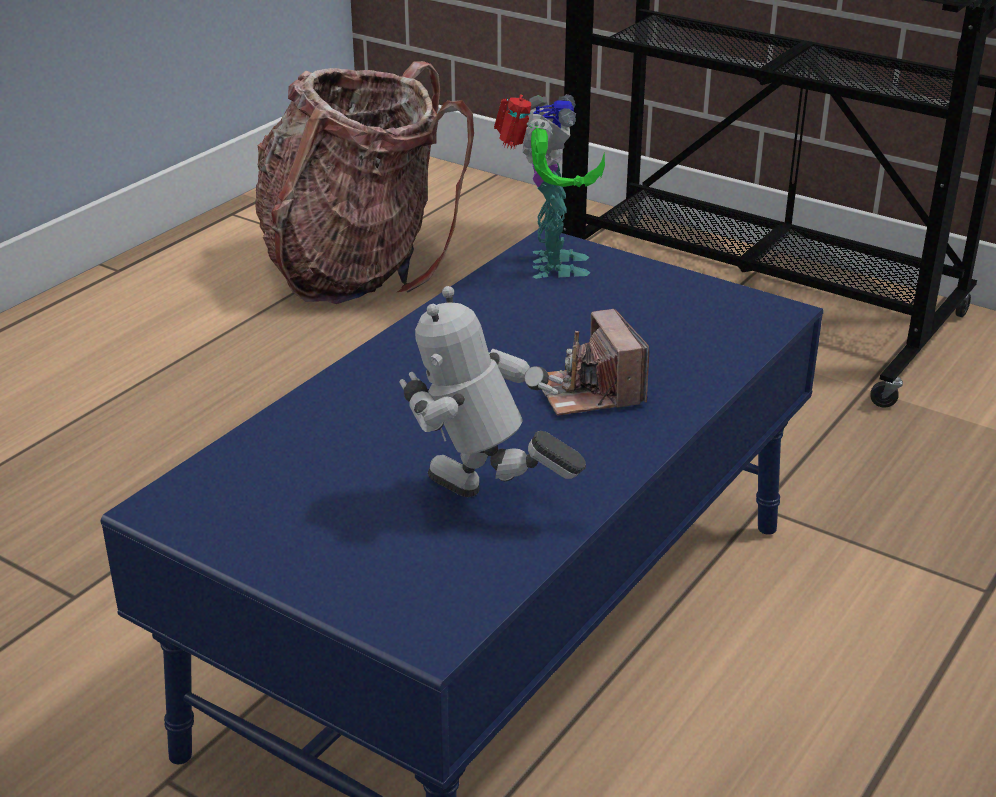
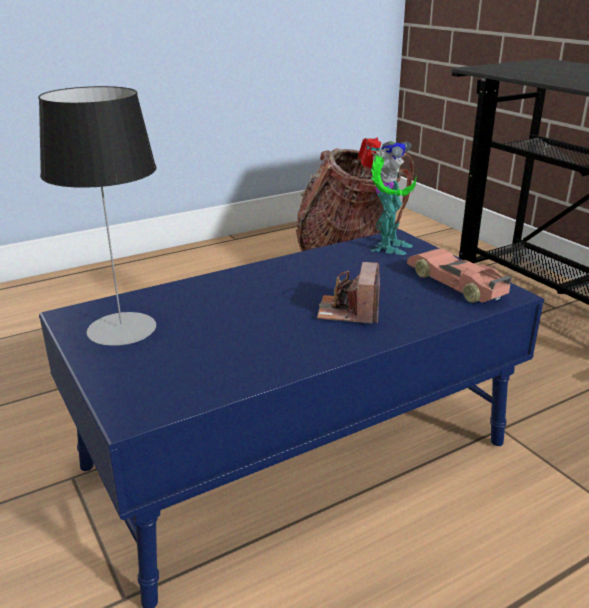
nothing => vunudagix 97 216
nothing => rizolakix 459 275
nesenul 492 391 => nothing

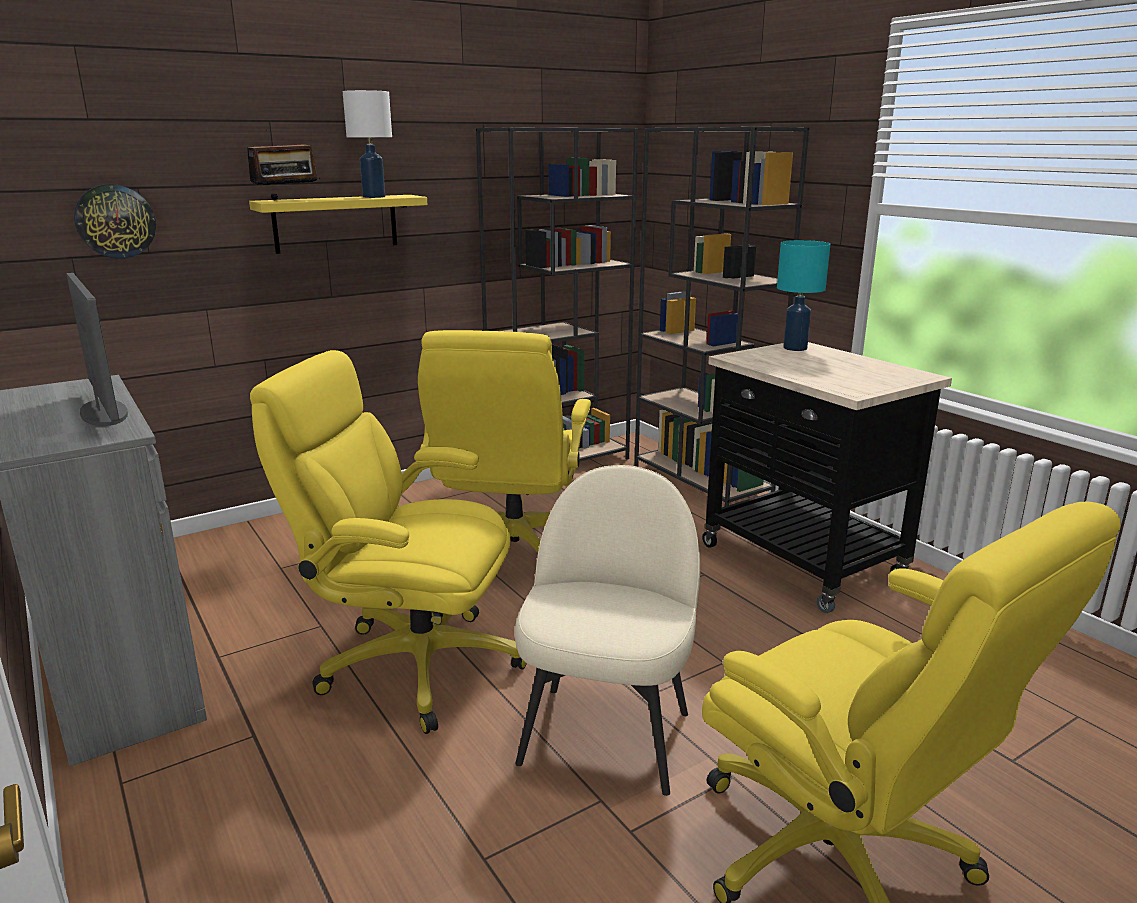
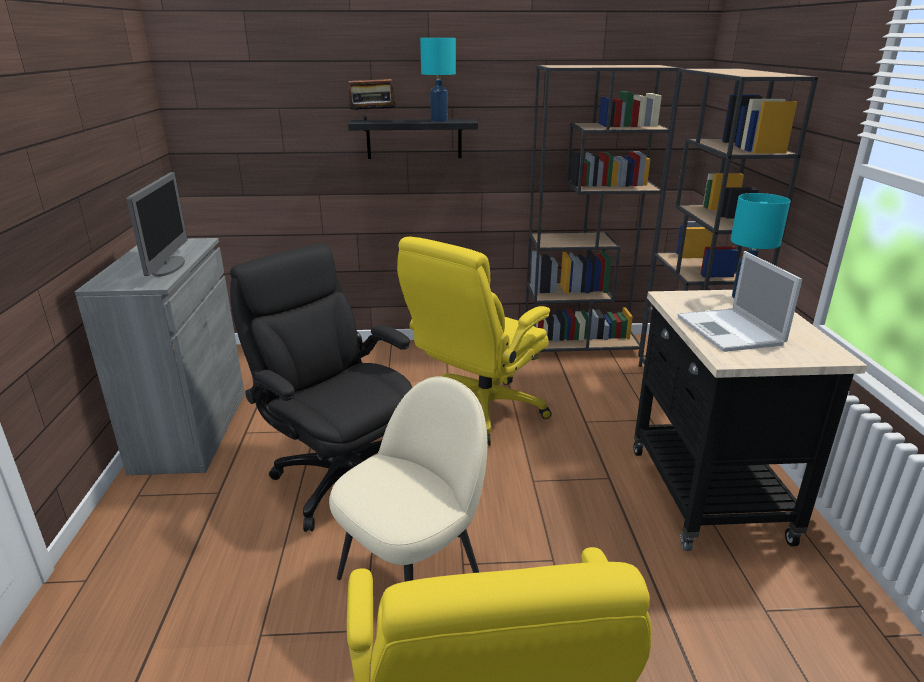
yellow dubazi 388 542 => black dubazi 321 387
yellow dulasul 338 224 => black dulasul 413 139
white vunudagix 367 144 => turquoise vunudagix 438 80
nothing => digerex 740 301
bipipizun 115 221 => nothing

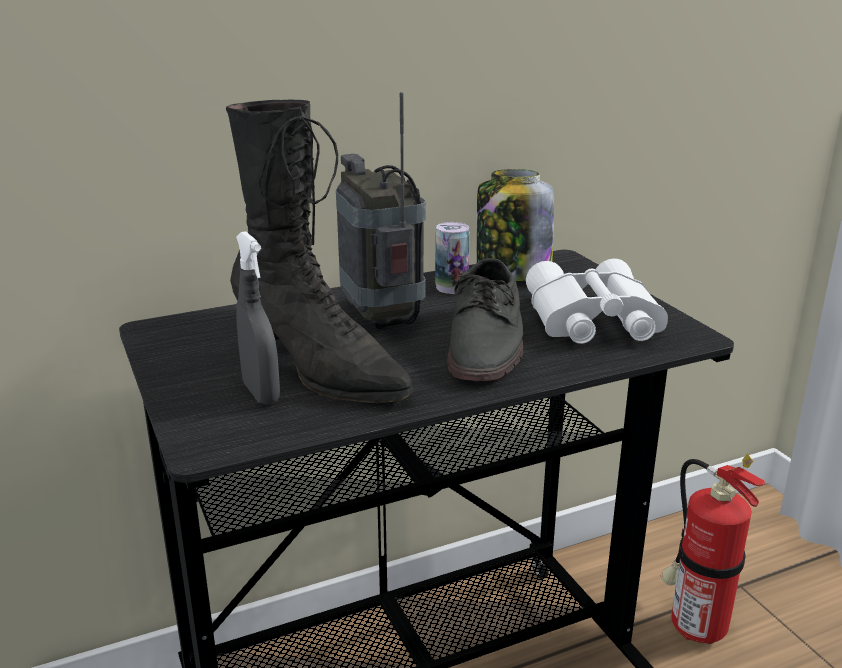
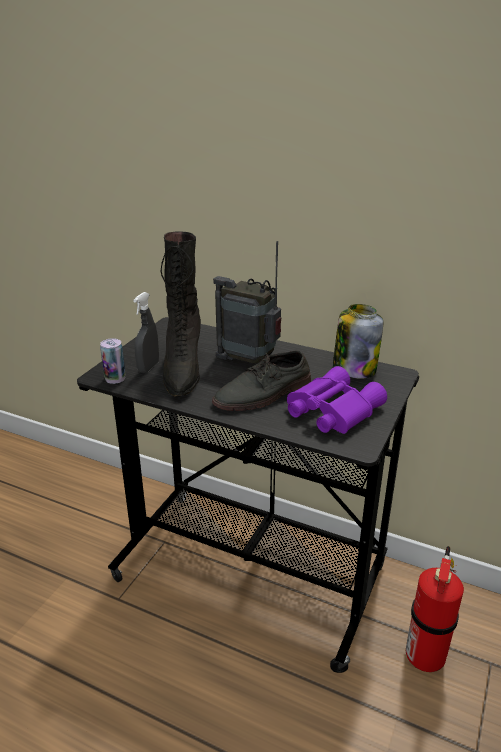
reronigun 452 258 => reronigun 112 361, moved
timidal 381 210 => timidal 247 303, 90 degrees counterclockwise
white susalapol 597 301 => purple susalapol 337 400

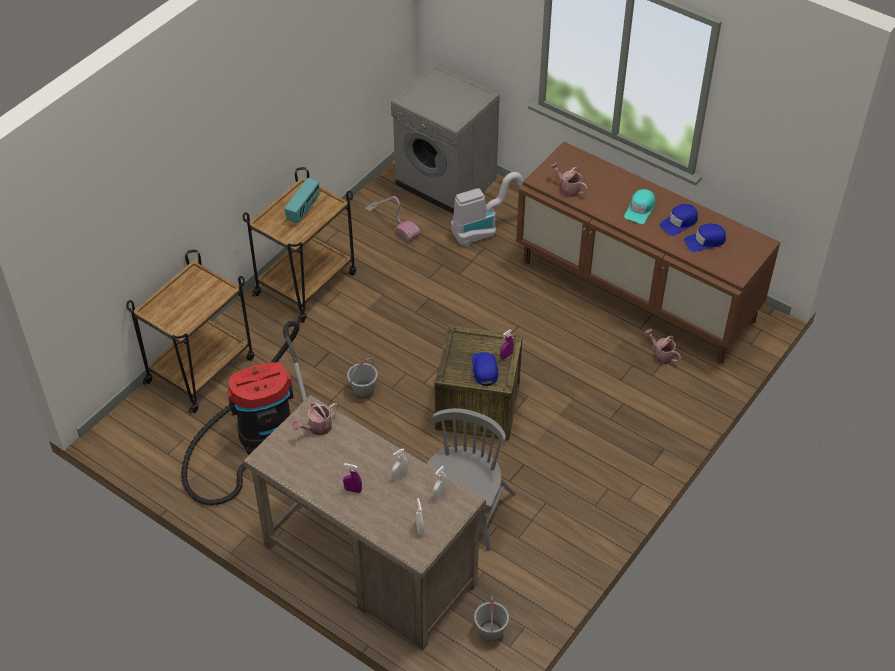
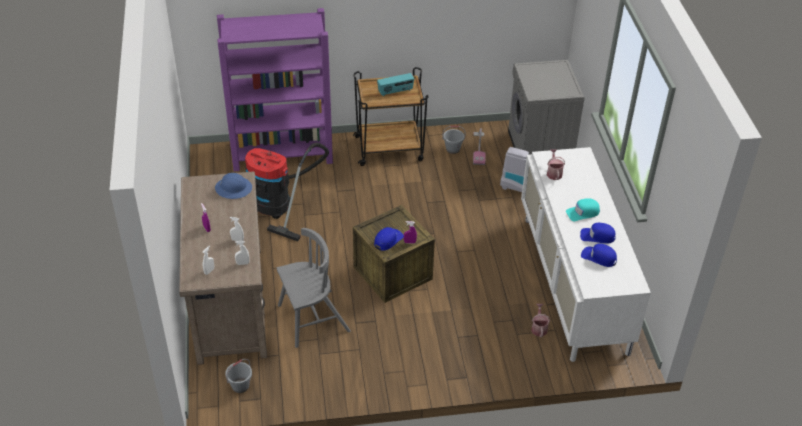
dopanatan 315 419 => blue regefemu 233 186
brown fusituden 190 332 => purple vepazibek 275 89
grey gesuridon 362 378 => grey gesuridon 454 140, moved
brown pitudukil 648 253 => white pitudukil 586 254

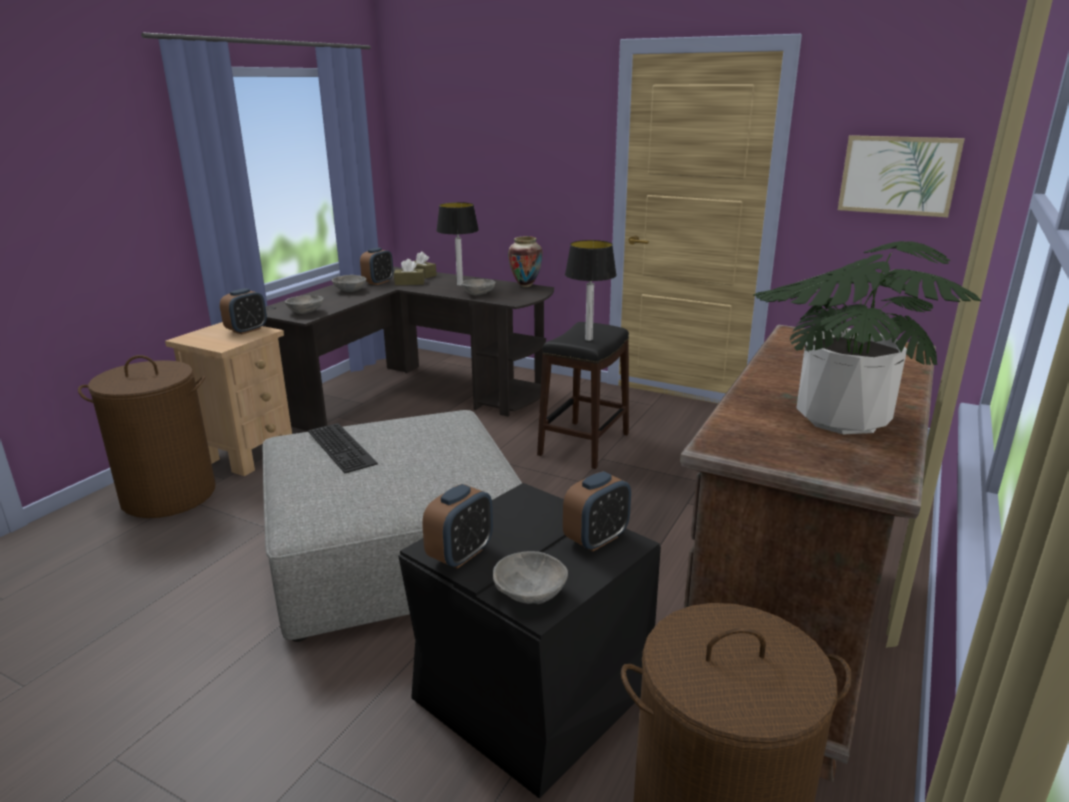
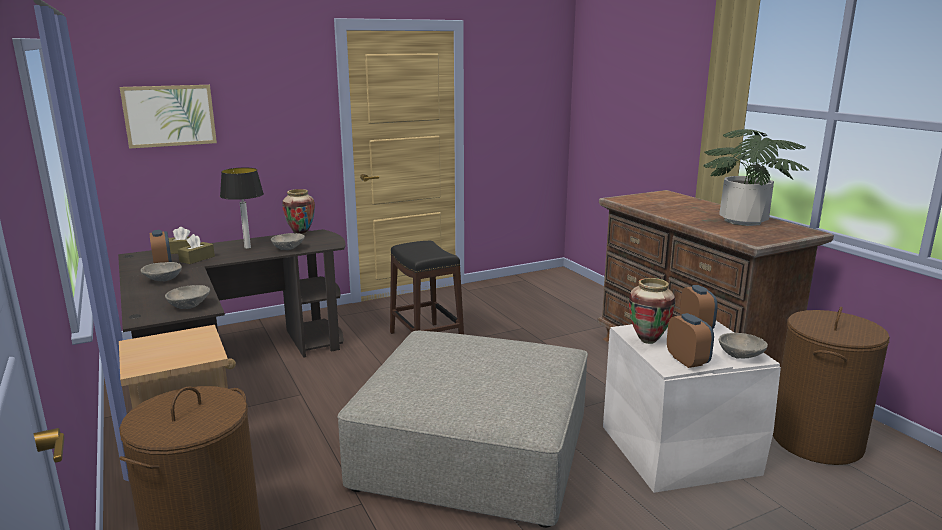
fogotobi 901 176 => fogotobi 168 117, moved
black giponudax 529 640 => white giponudax 692 407
nothing => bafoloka 652 311
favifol 243 311 => nothing
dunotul 343 448 => nothing
vunudagix 591 290 => nothing

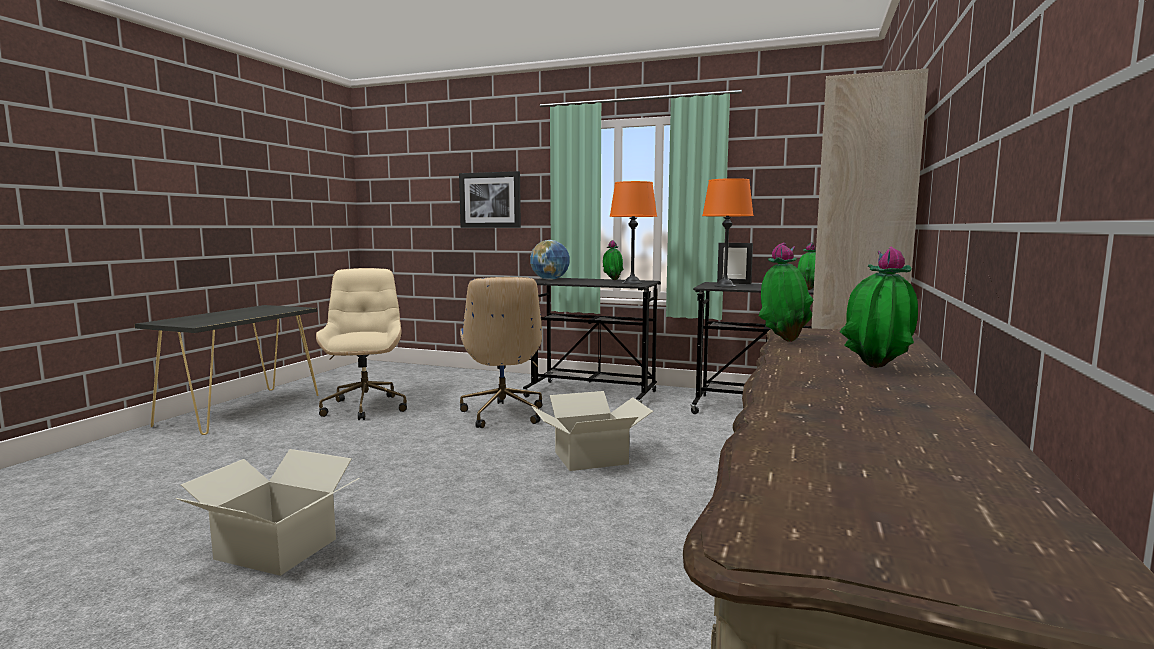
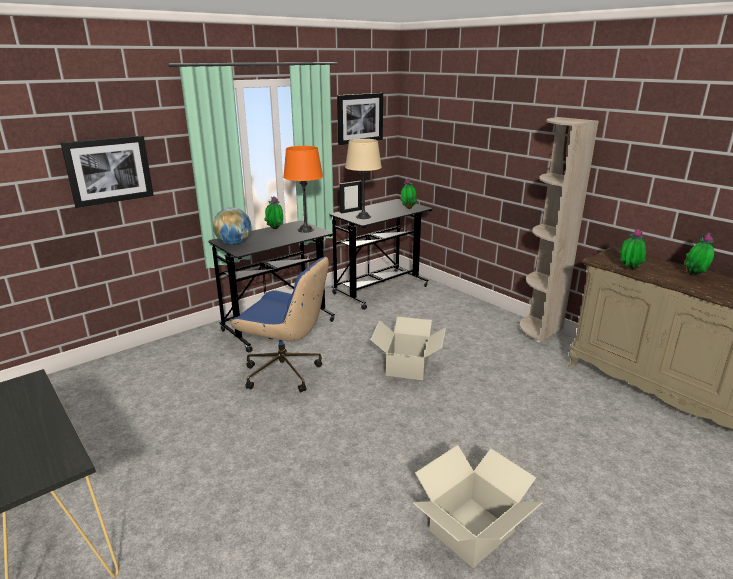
nothing => fogotobi 360 119
orange vunudagix 728 232 => beige vunudagix 363 179
beige dubazi 361 344 => nothing

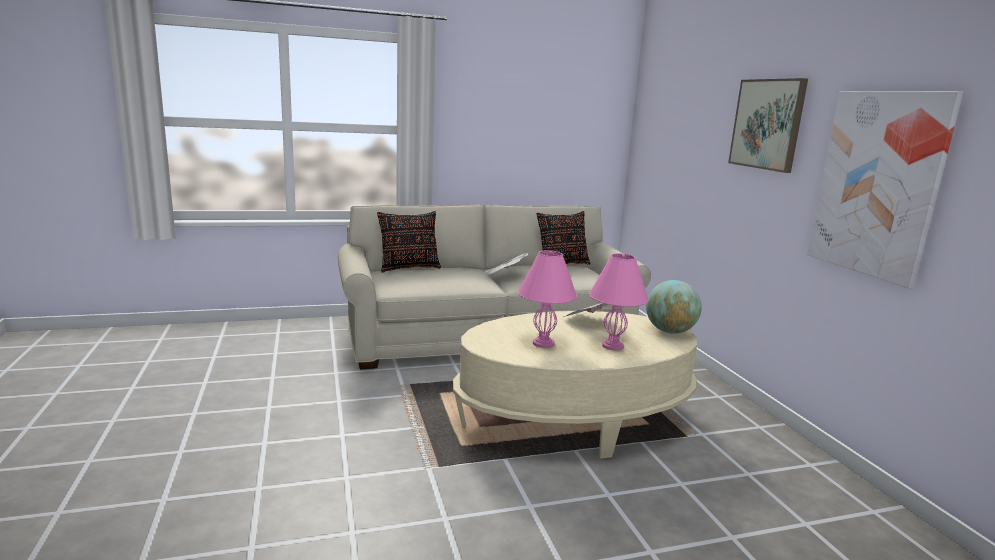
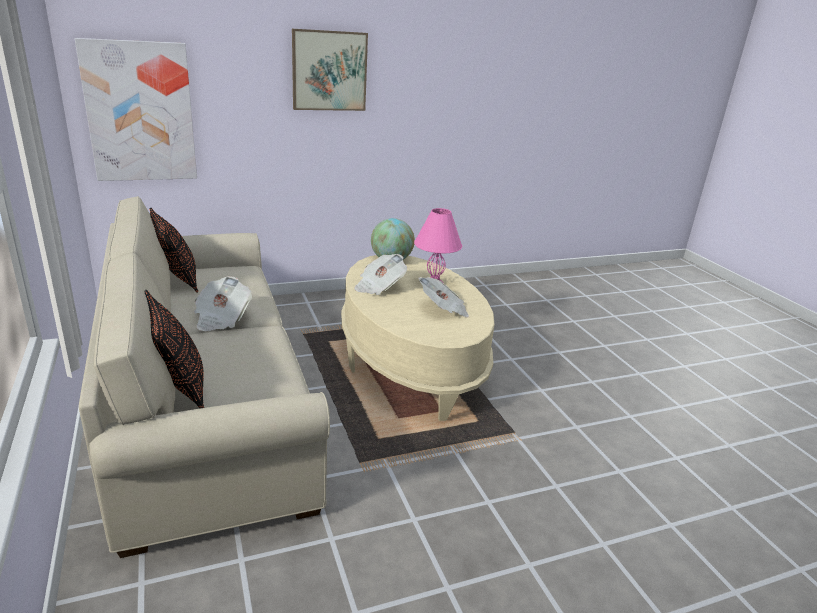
fogotobi 885 189 => fogotobi 136 109, moved
pink vunudagix 547 299 => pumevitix 444 297

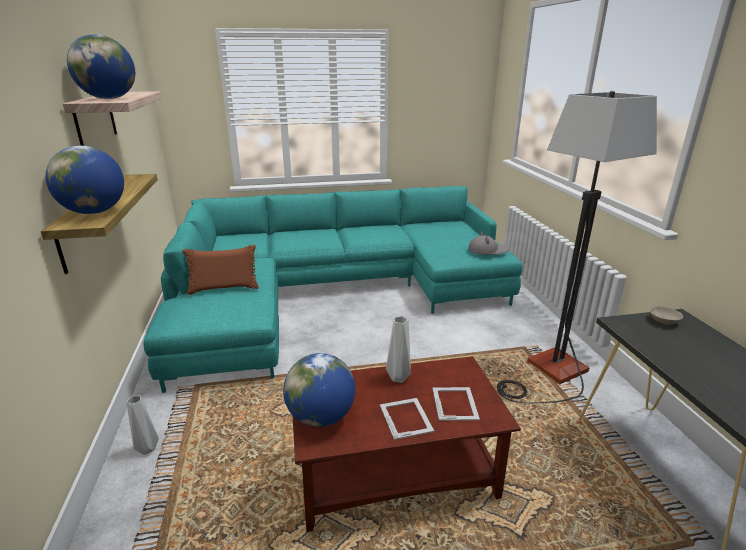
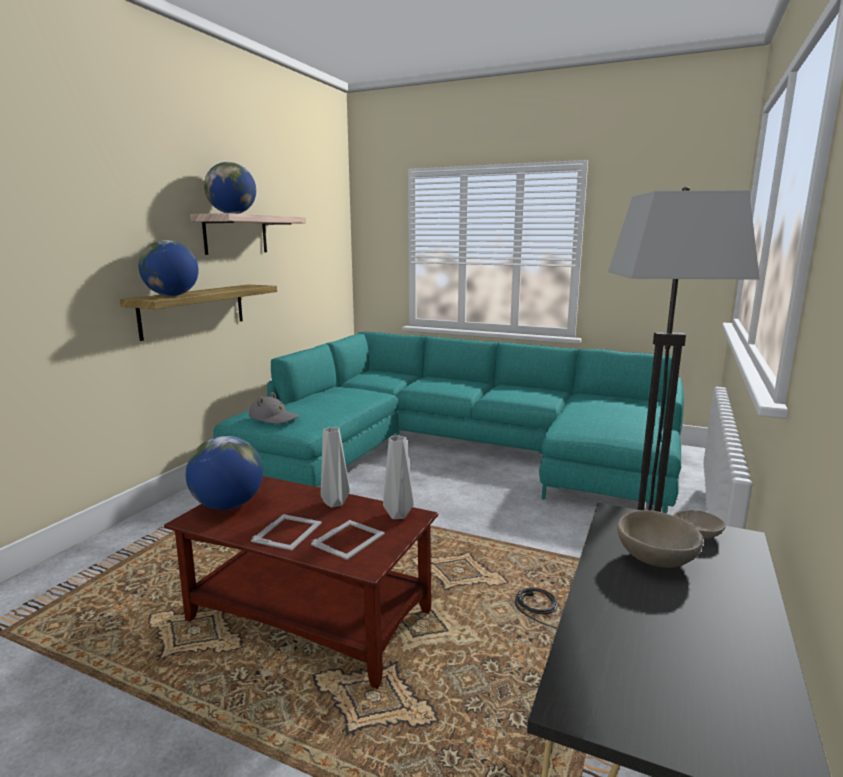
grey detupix 488 243 => grey detupix 274 408, moved
grey bafoloka 142 425 => grey bafoloka 398 477, moved
nothing => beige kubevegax 660 539
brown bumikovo 221 270 => nothing

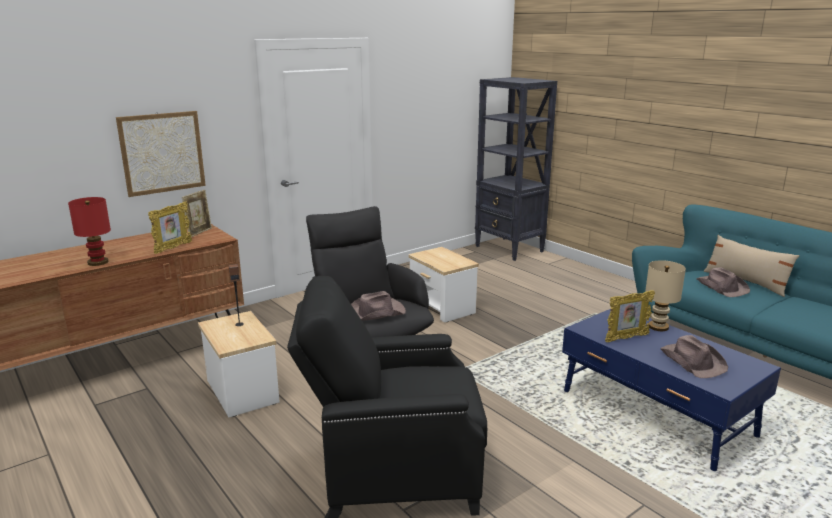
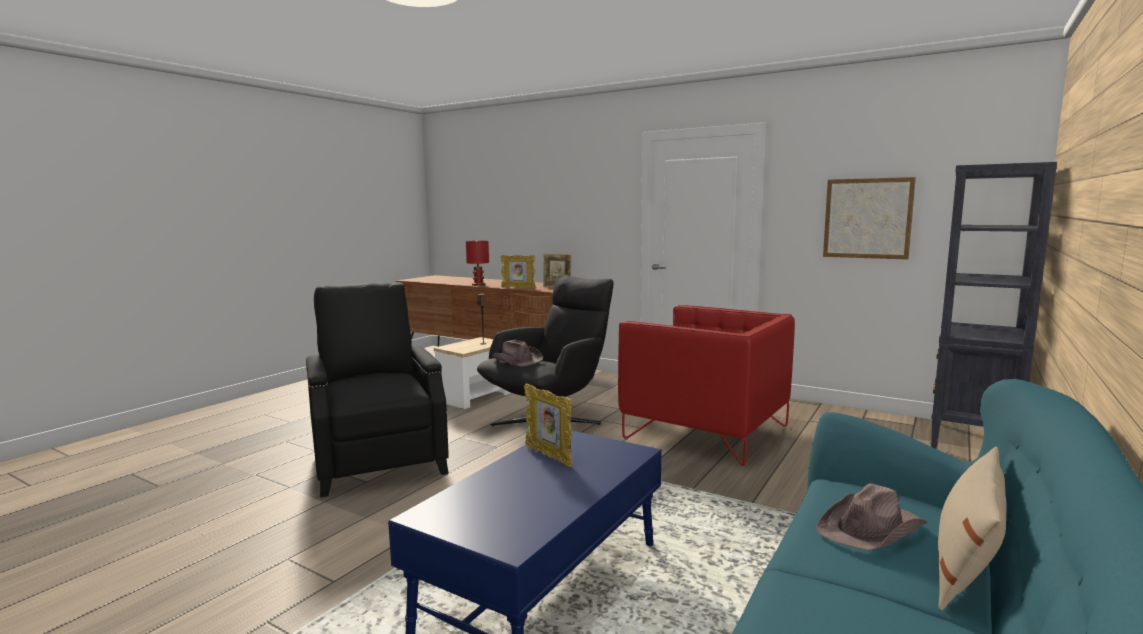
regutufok 443 285 => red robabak 706 386
fogotobi 161 154 => fogotobi 869 218, moved
beige vunudagix 665 295 => nothing
brown detupix 694 356 => nothing

